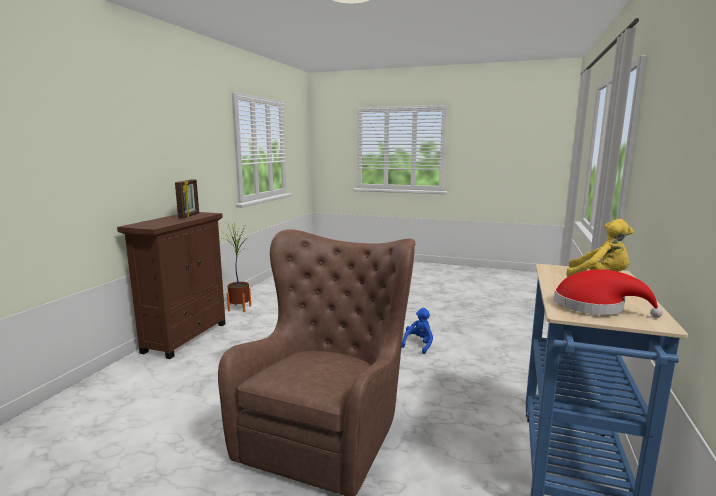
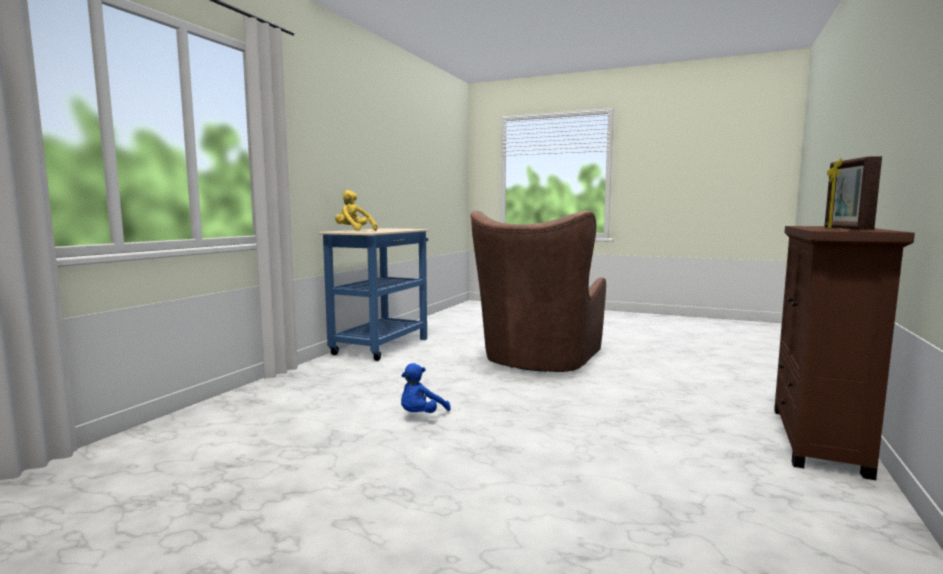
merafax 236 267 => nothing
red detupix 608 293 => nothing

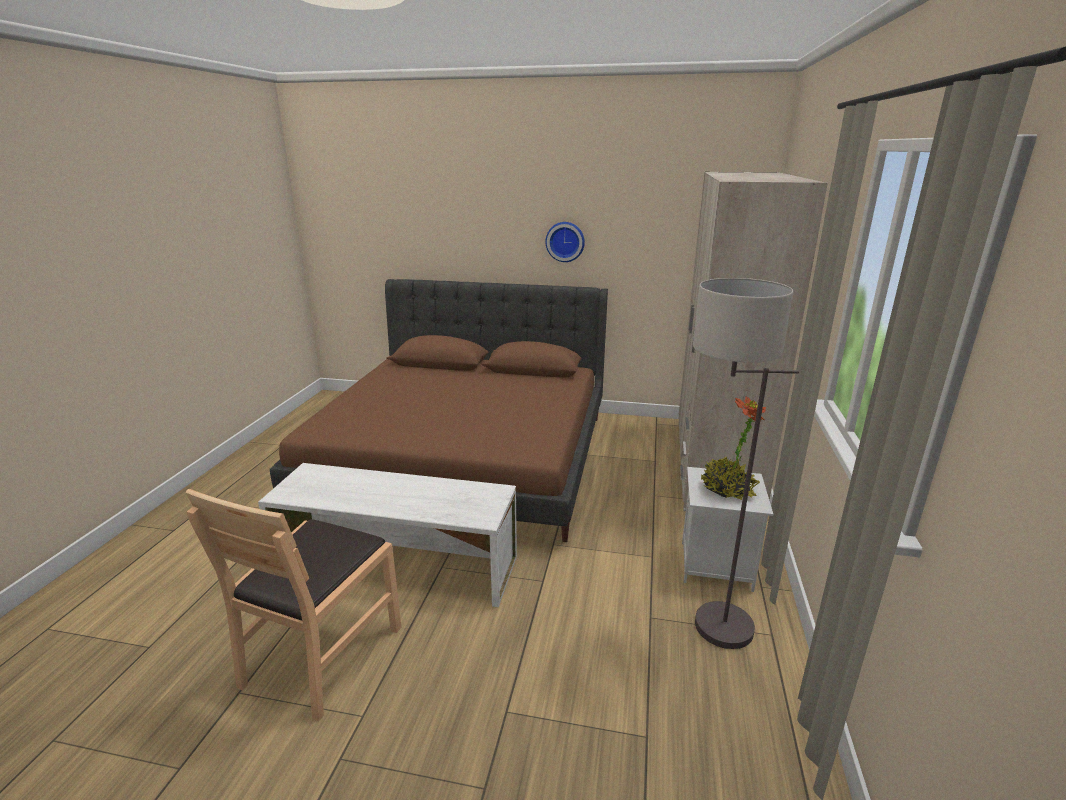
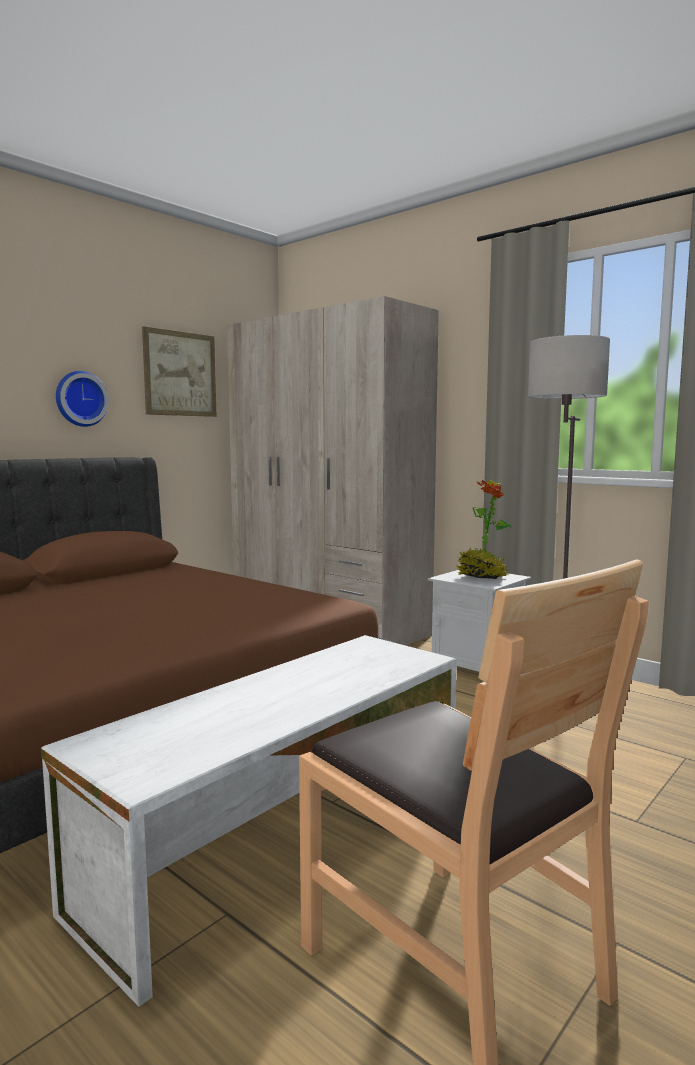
nothing => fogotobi 179 372

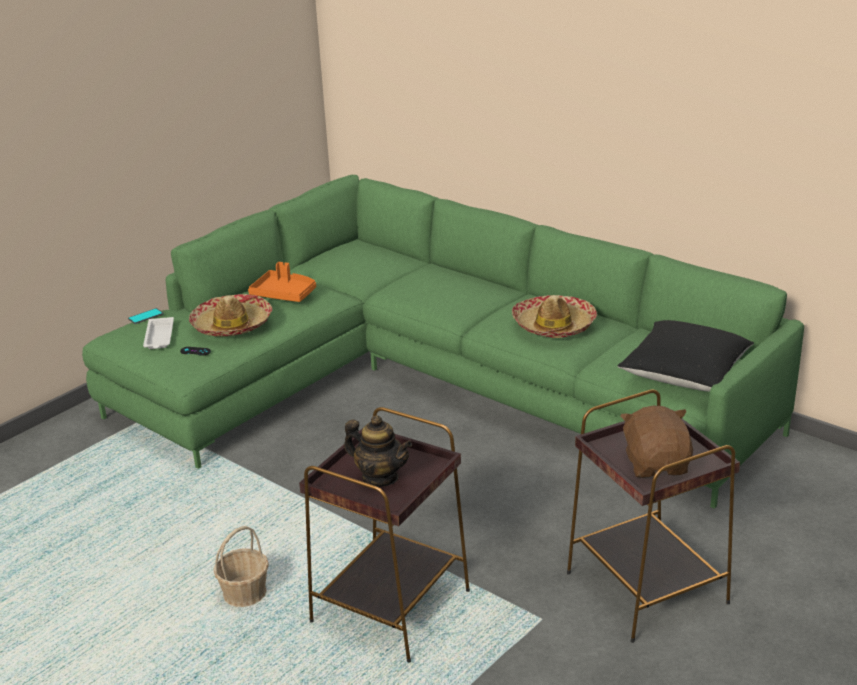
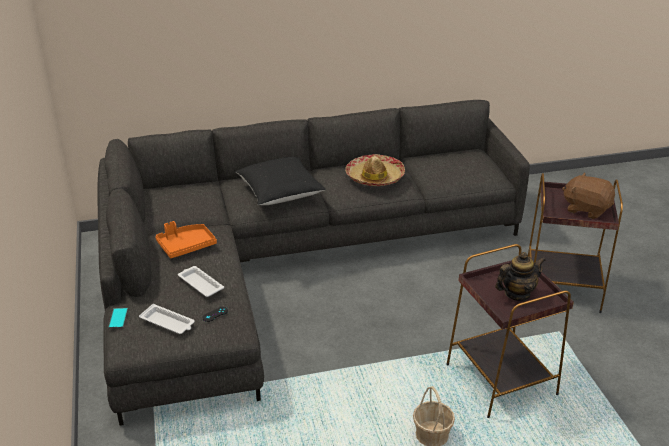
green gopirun 443 342 => grey gopirun 313 263
detupix 230 315 => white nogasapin 201 281
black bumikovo 686 356 => black bumikovo 281 181, moved

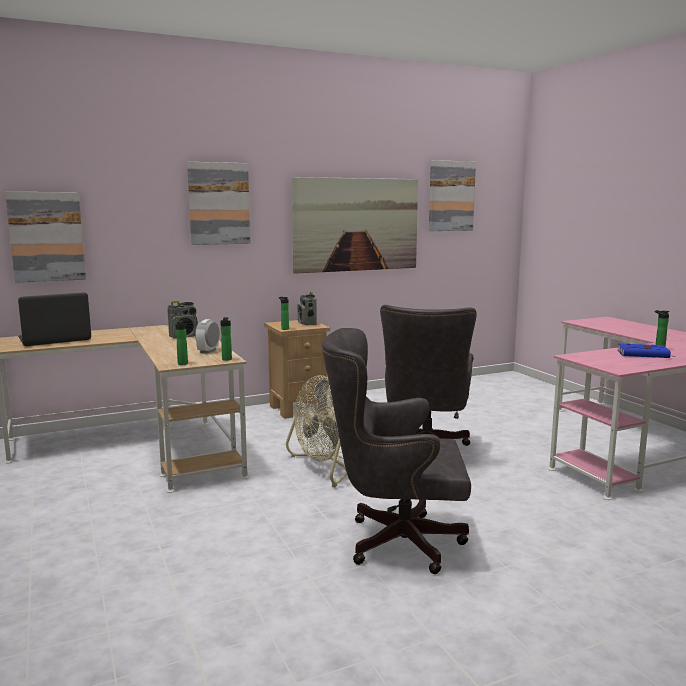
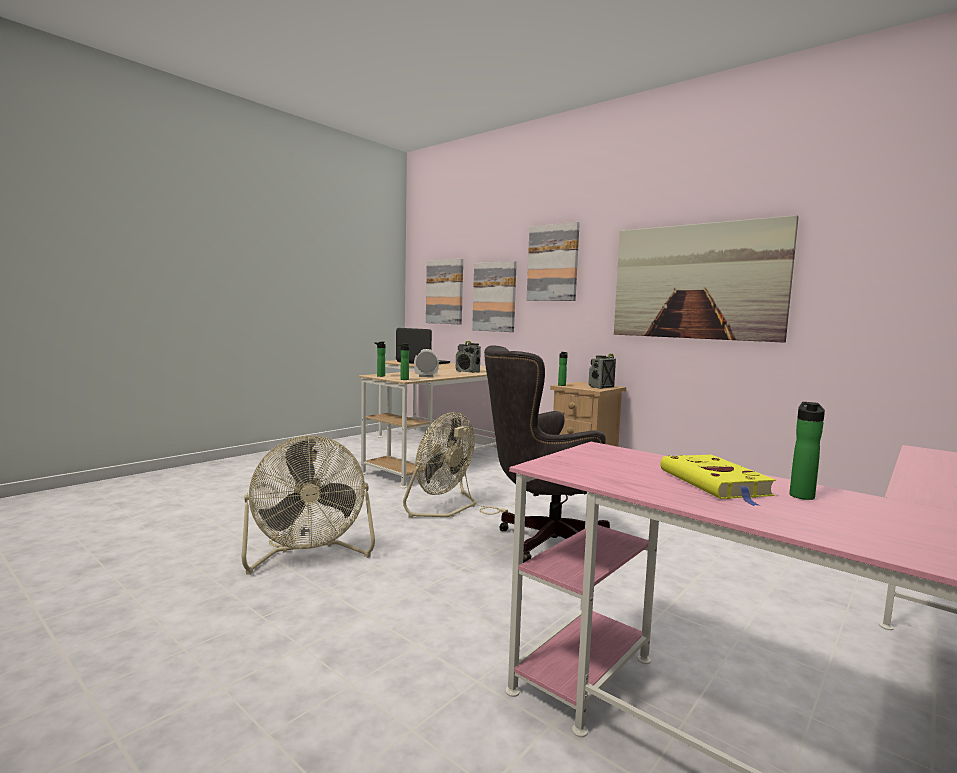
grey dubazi 396 451 => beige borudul 308 505
fogotobi 452 195 => fogotobi 494 296, moved
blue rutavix 646 350 => yellow rutavix 718 480

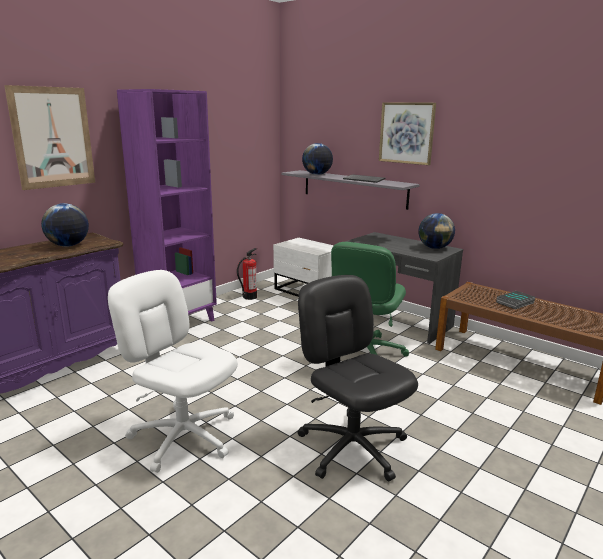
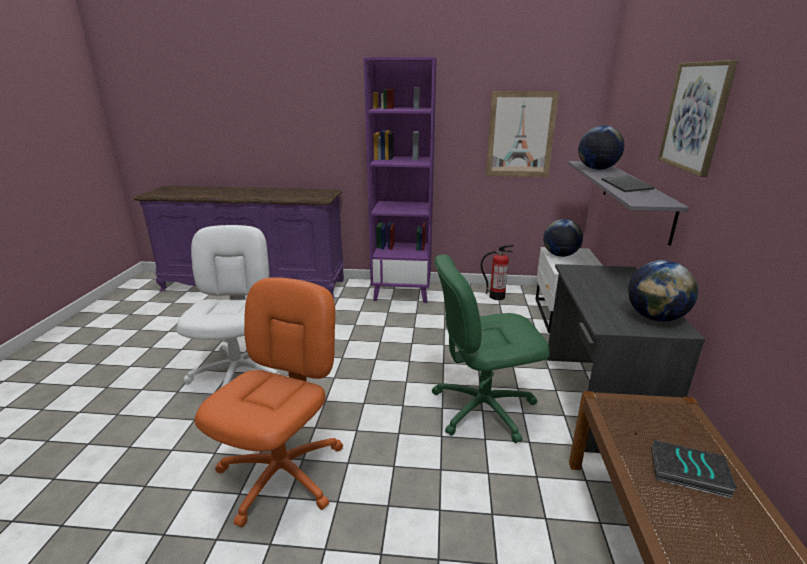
black dubazi 357 378 => orange dubazi 269 402
fogotobi 49 137 => fogotobi 522 134, moved
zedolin 65 225 => zedolin 563 238, moved

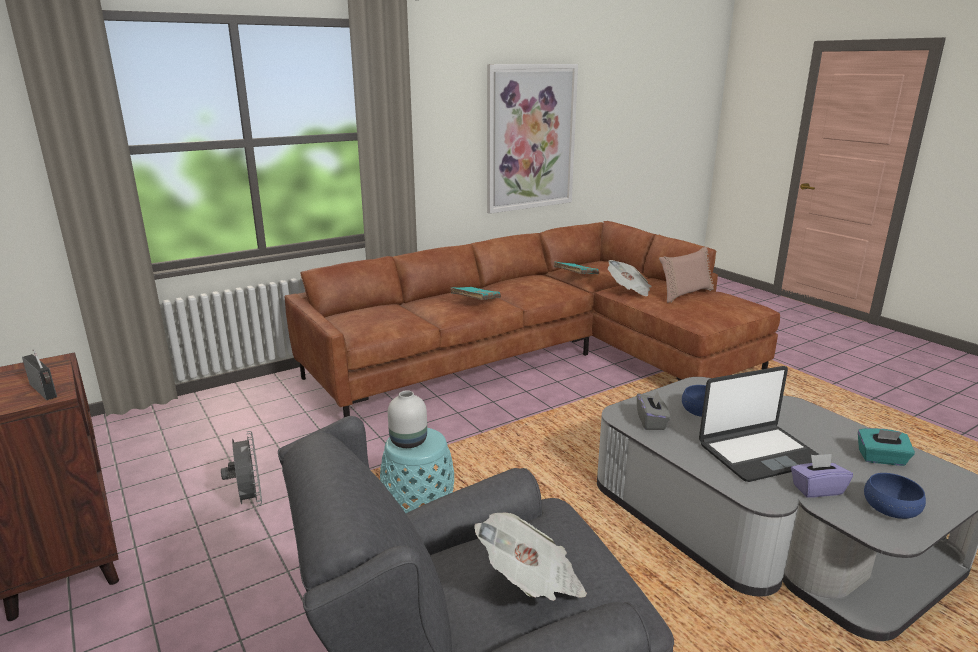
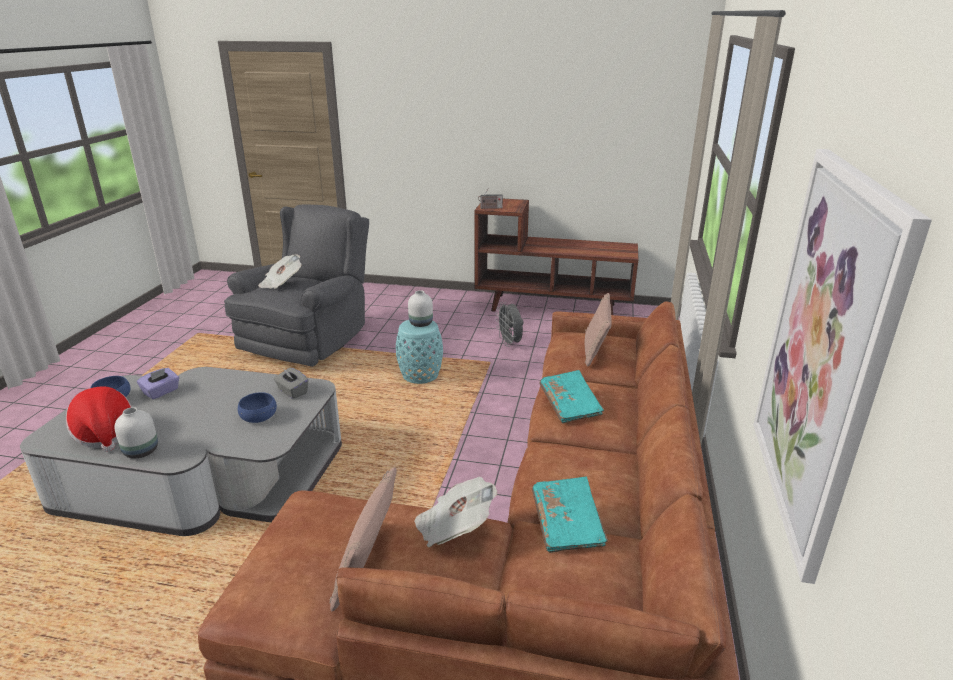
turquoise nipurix 886 447 => detupix 99 419
nothing => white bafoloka 136 433
grey borudul 241 468 => grey borudul 510 324, 45 degrees clockwise
nothing => beige bumikovo 597 330
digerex 759 424 => nothing

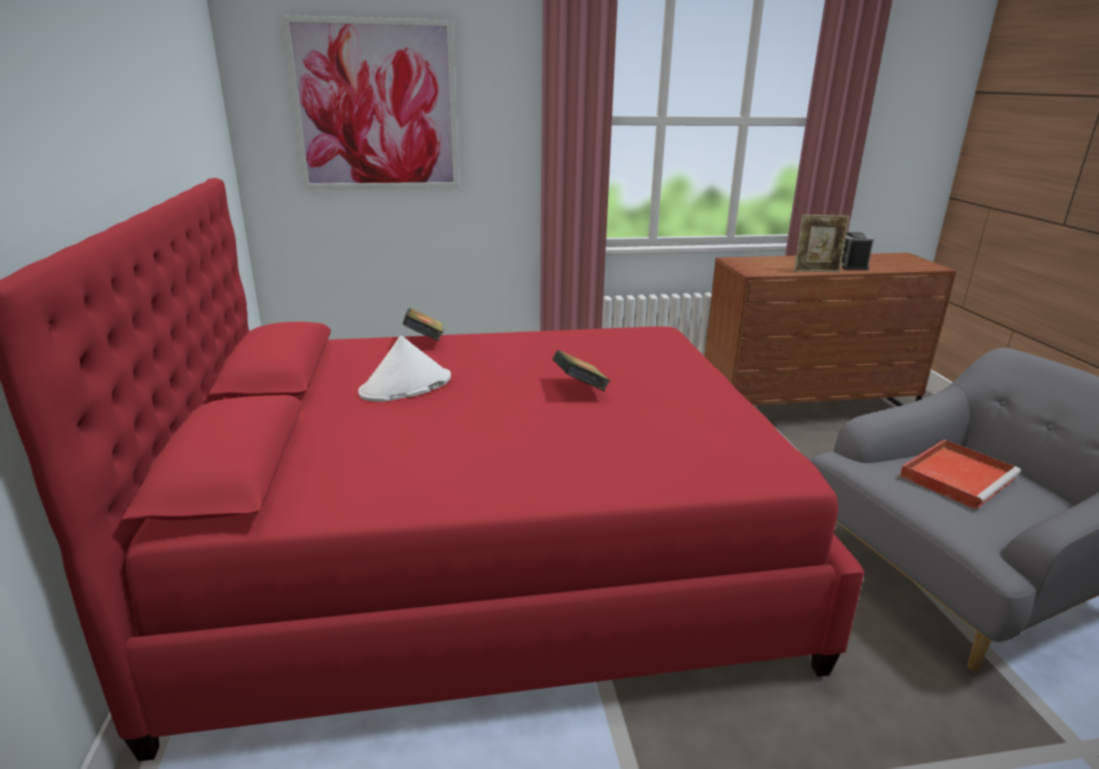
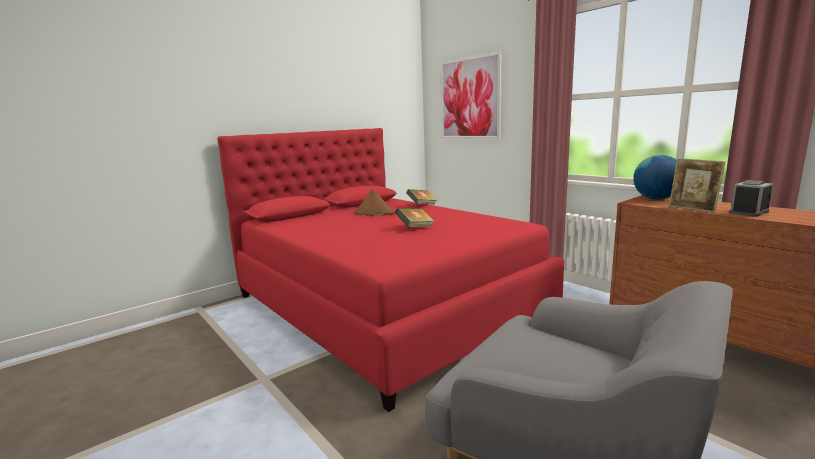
white detupix 404 369 => brown detupix 375 202
nothing => zedolin 655 177
red nogasapin 960 474 => nothing

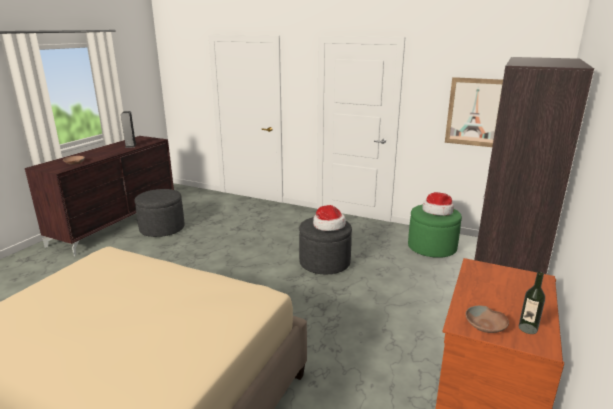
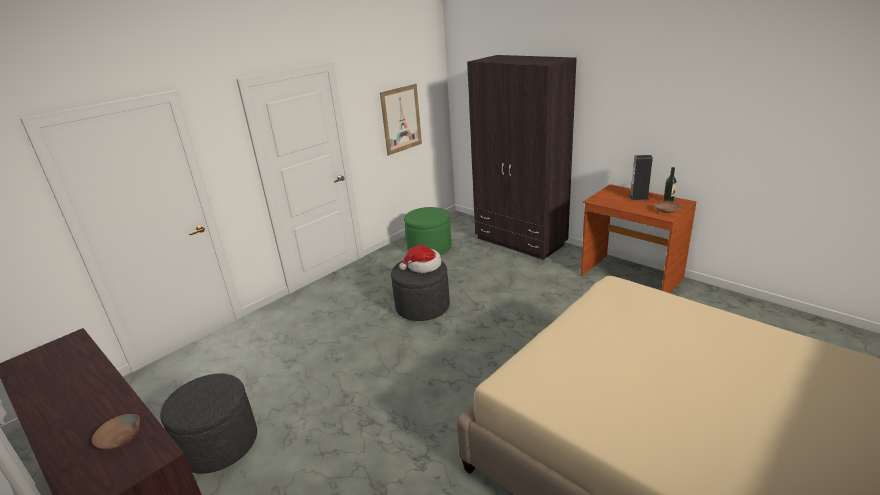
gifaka 128 129 => gifaka 641 177, moved
detupix 438 204 => nothing

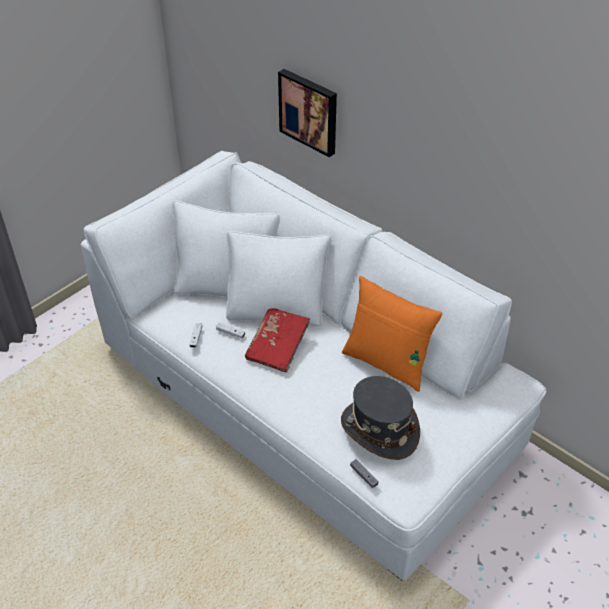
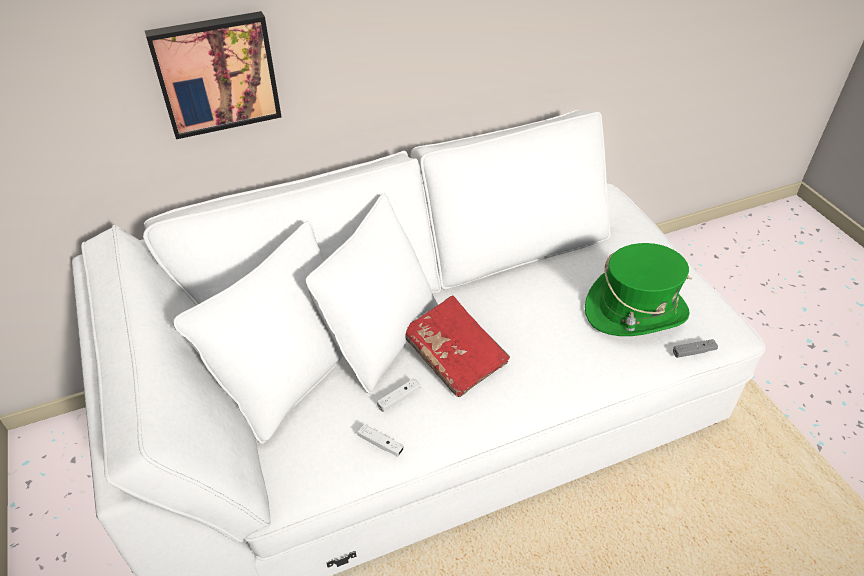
grey detupix 380 418 => green detupix 638 289
orange bumikovo 392 334 => nothing

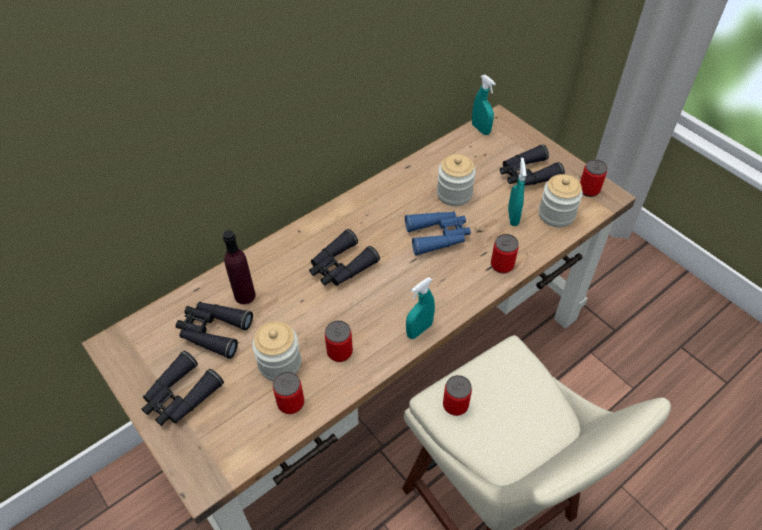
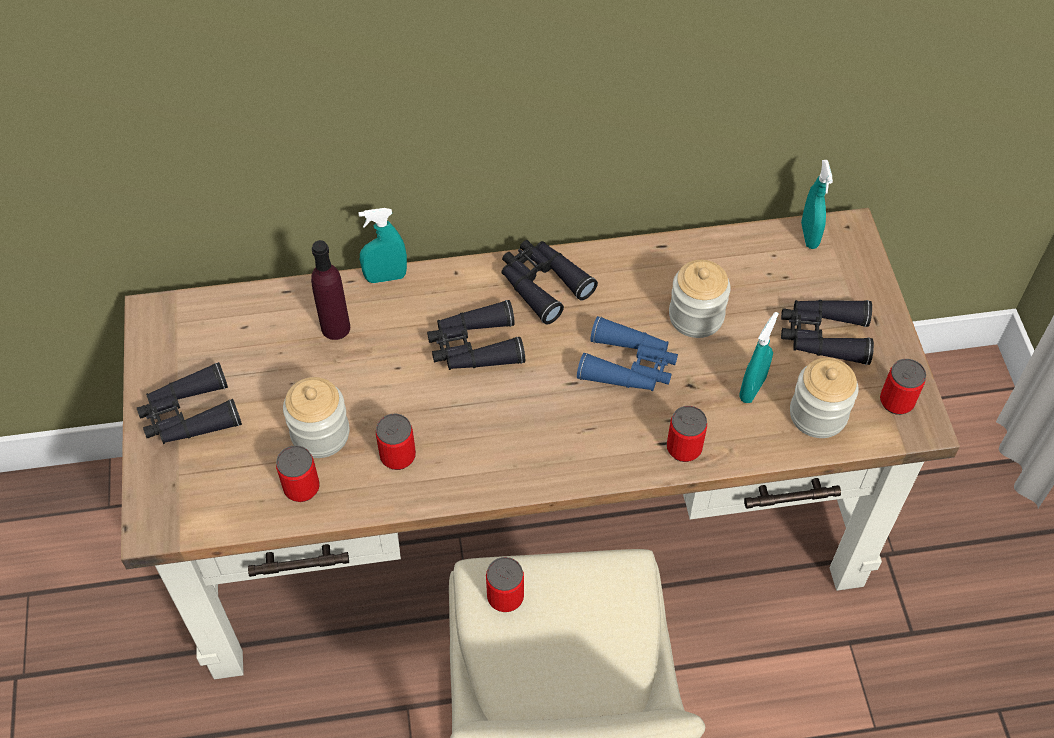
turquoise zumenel 420 308 => turquoise zumenel 383 245, moved
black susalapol 214 330 => black susalapol 549 282, moved

